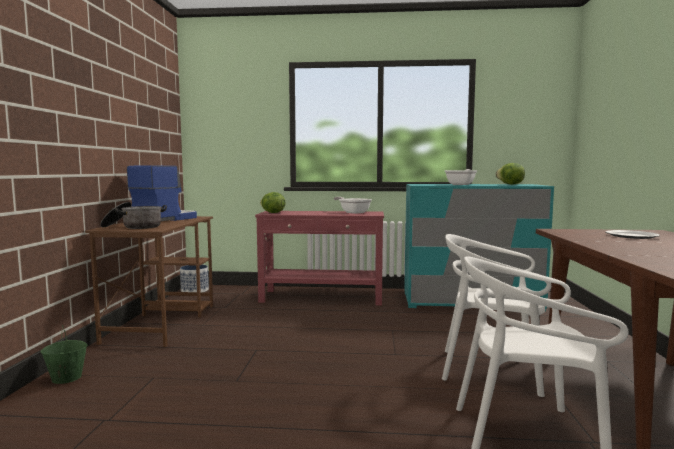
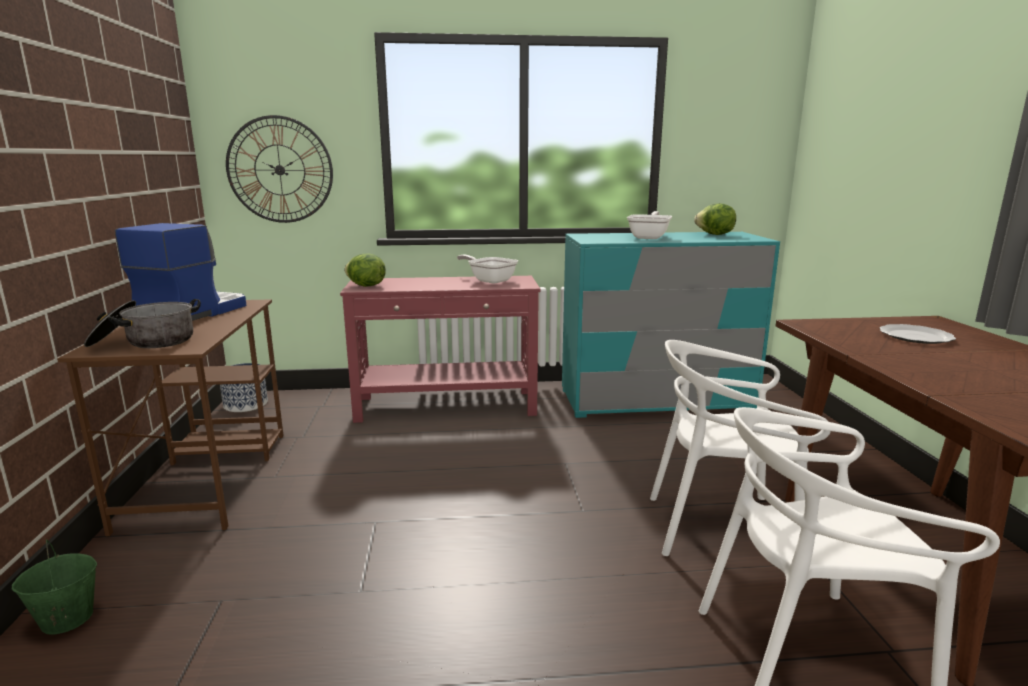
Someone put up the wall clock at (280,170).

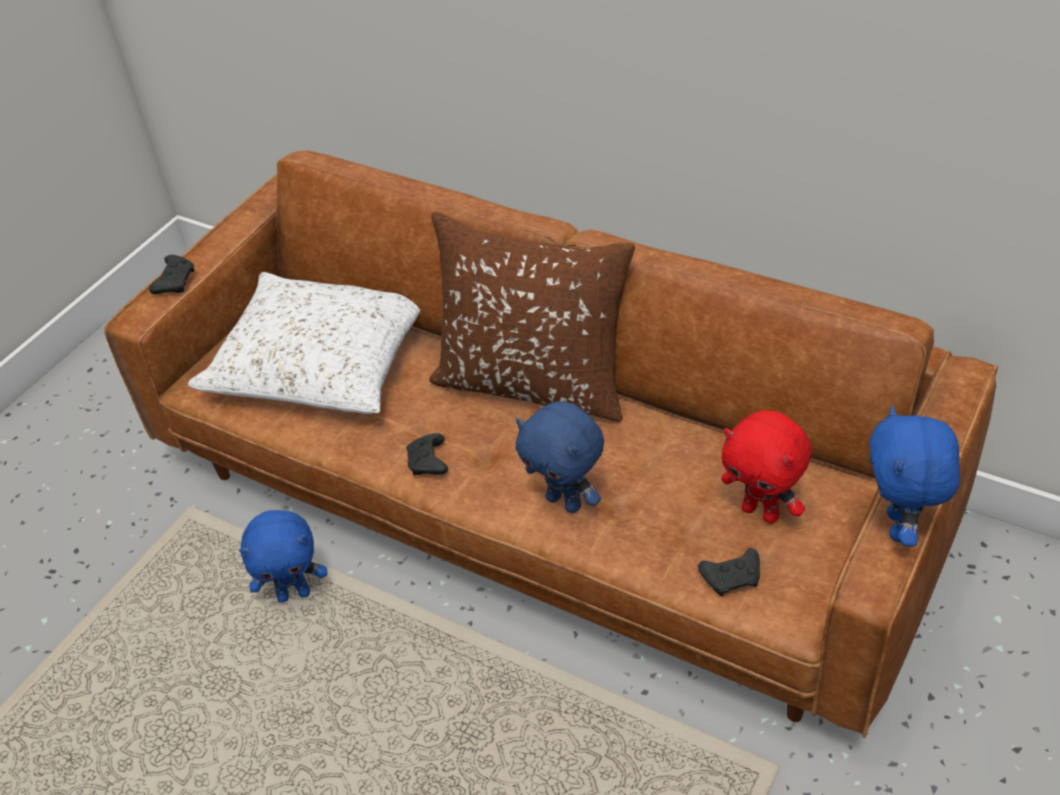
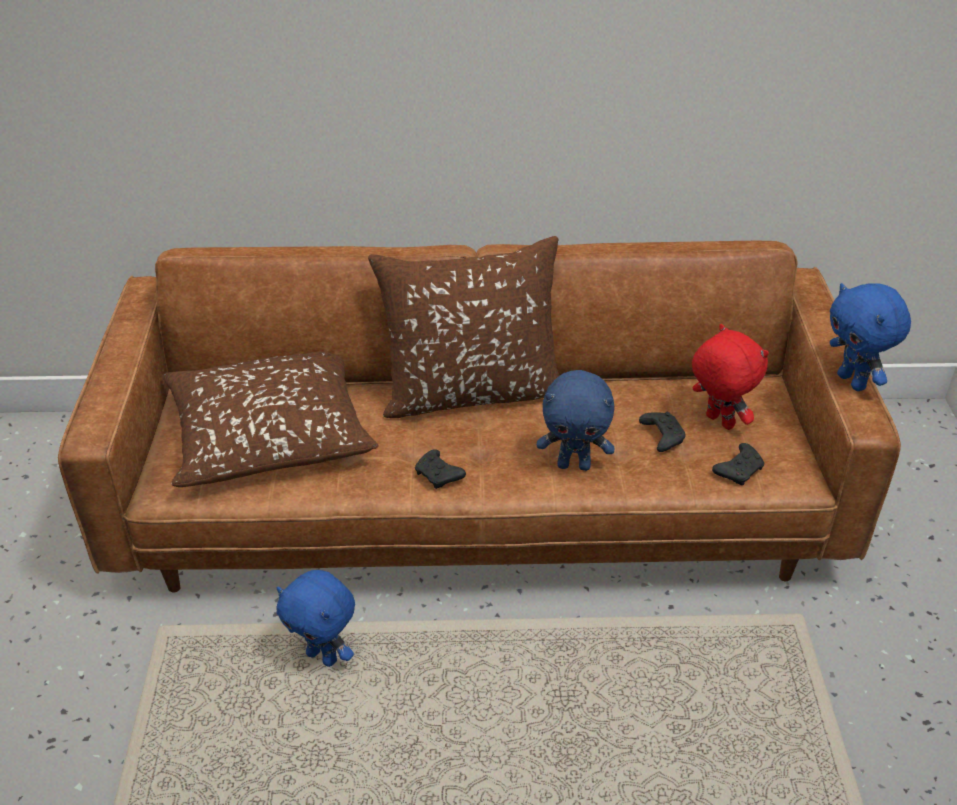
Someone repainted the white pillow at (322,363), which became the brown pillow at (270,434). Someone rotated the blue plush toy at (294,593) by 75 degrees clockwise. Someone carried the black game controller from (175,281) to (661,436). Someone rotated the red plush toy at (761,512) by 135 degrees counterclockwise.

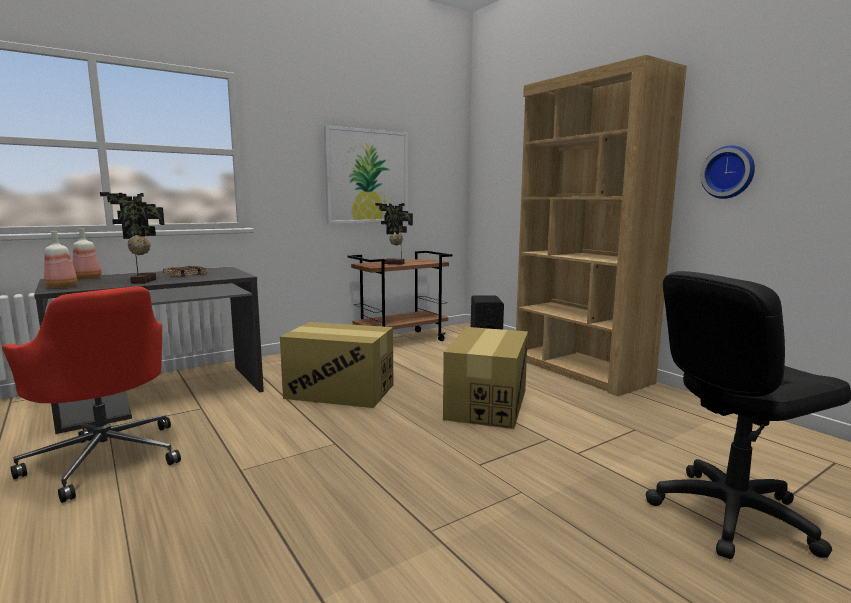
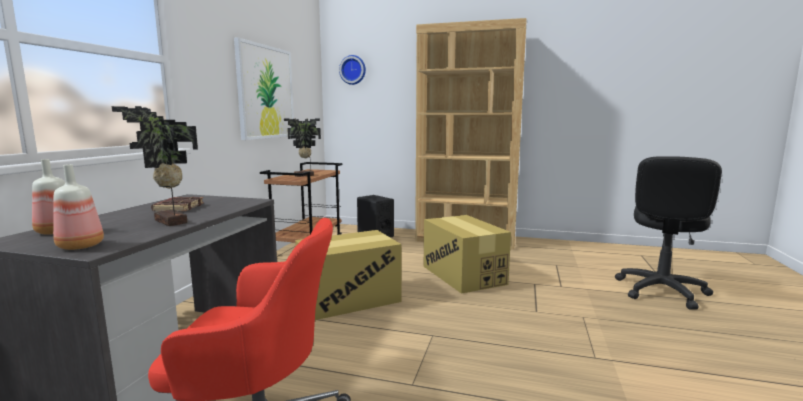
Someone carried the wall clock from (729,172) to (353,70).

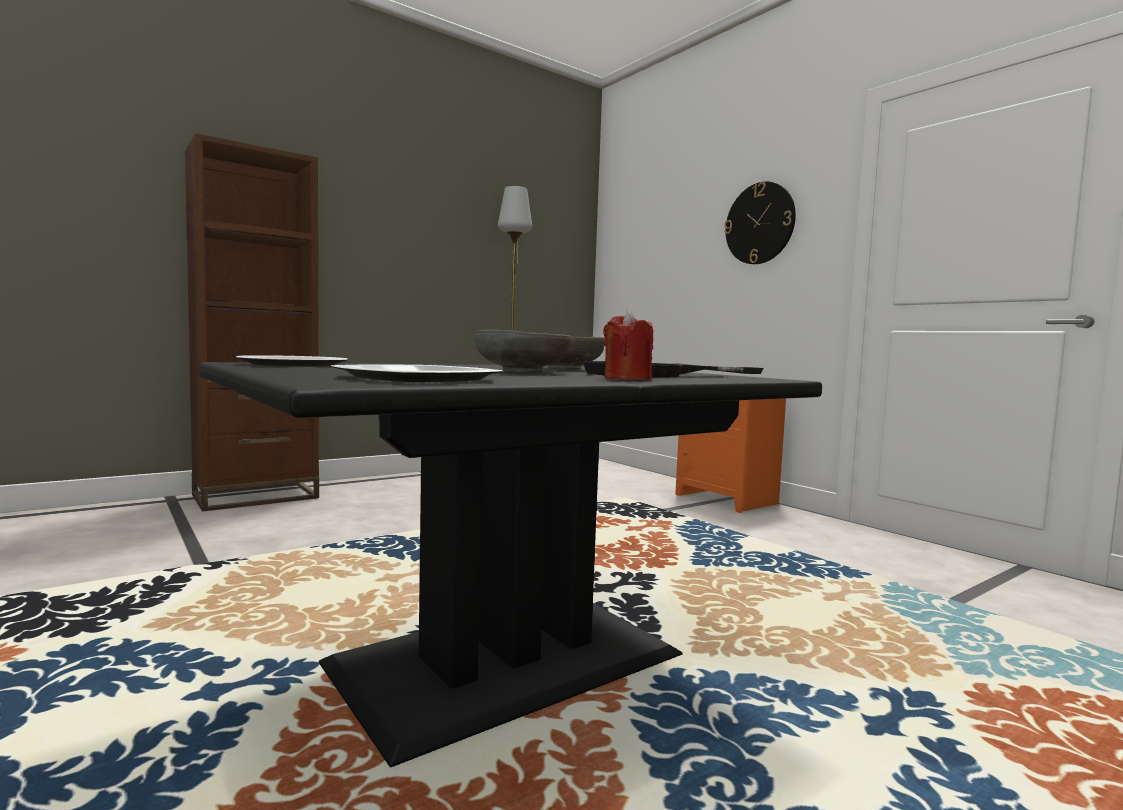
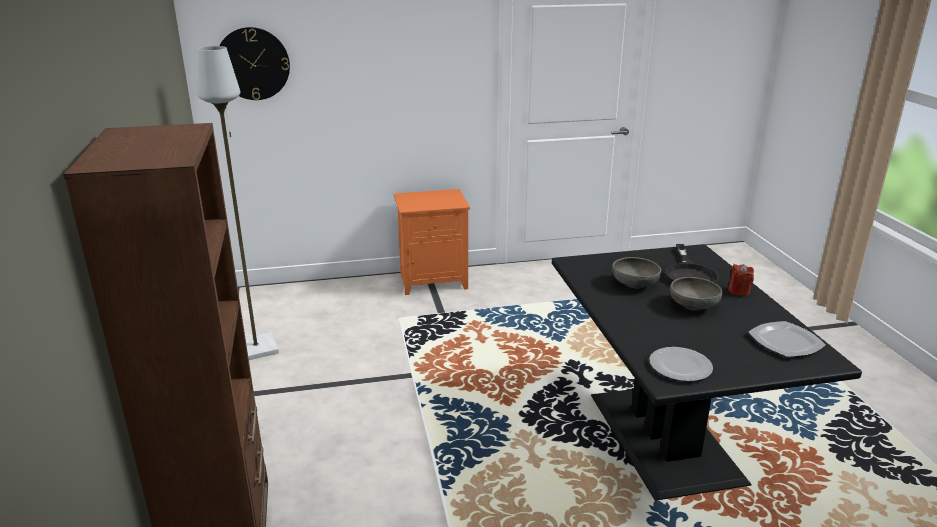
Someone carried the wall clock from (760,223) to (253,64).

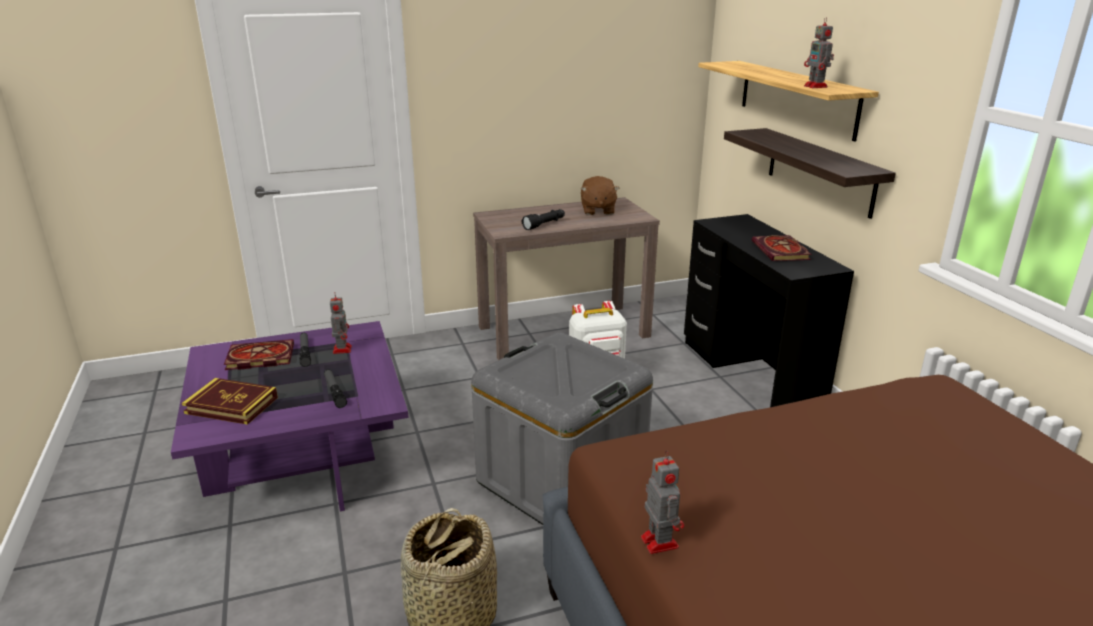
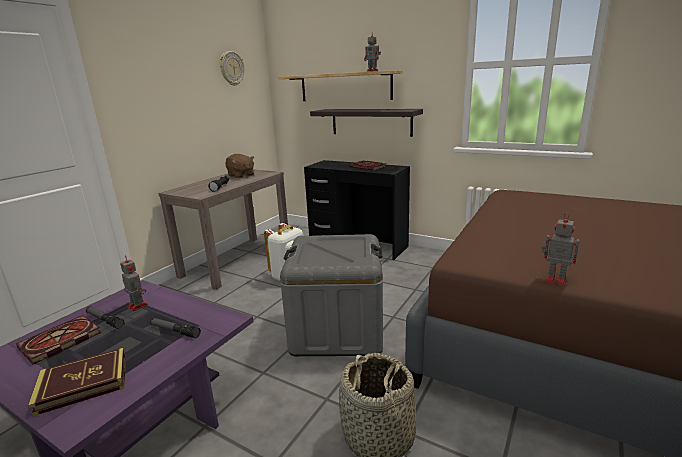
Someone put up the wall clock at (231,68).

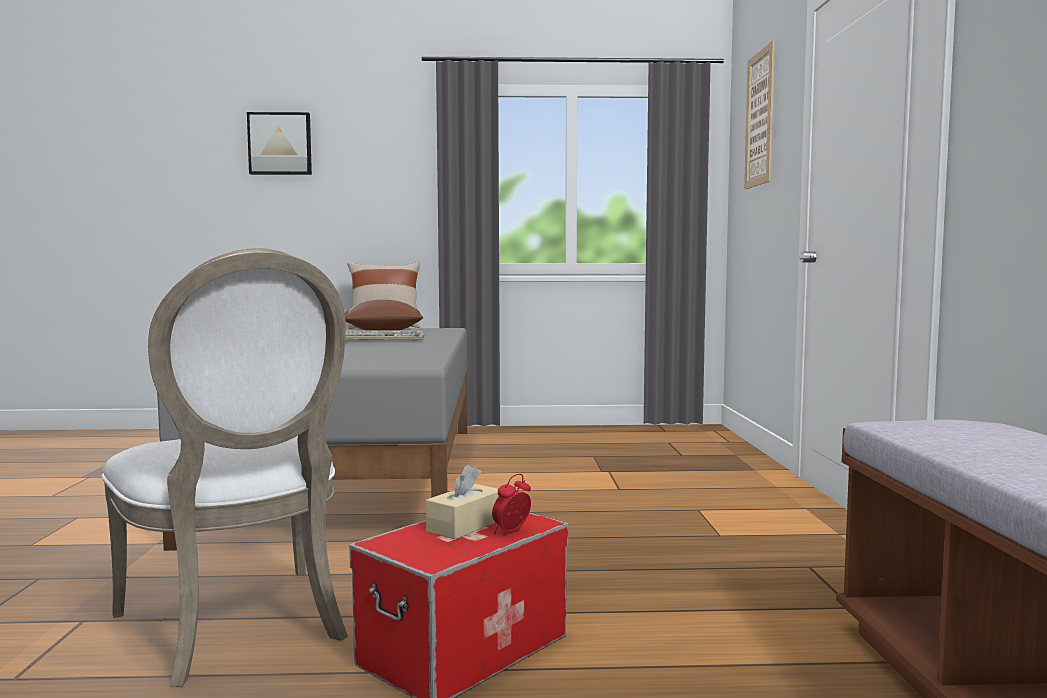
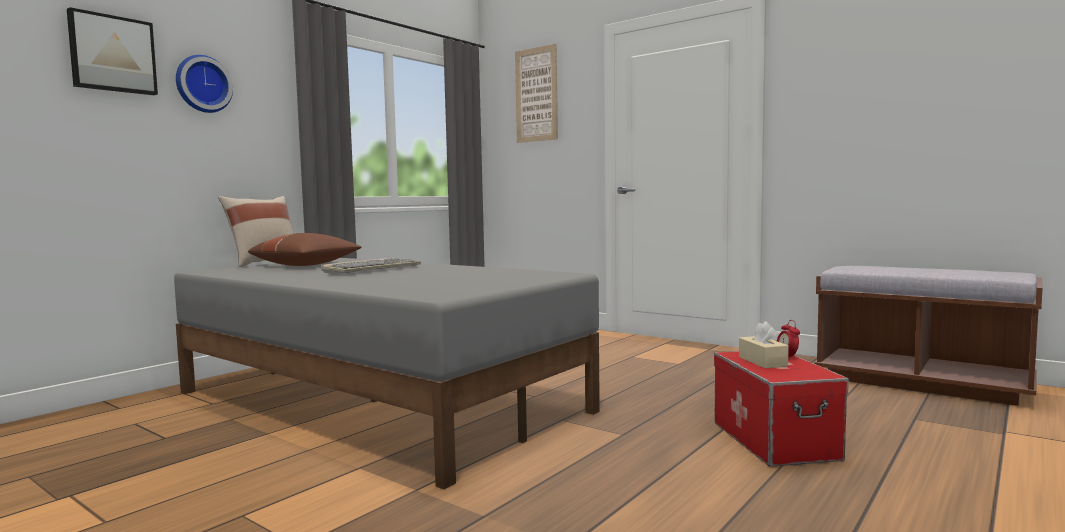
Someone put up the wall clock at (202,84). Someone took away the white chair at (240,627).

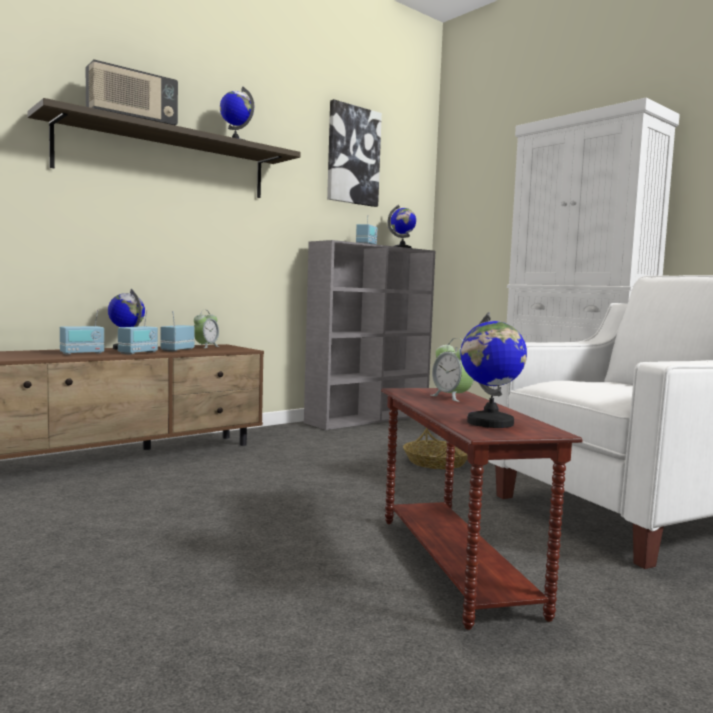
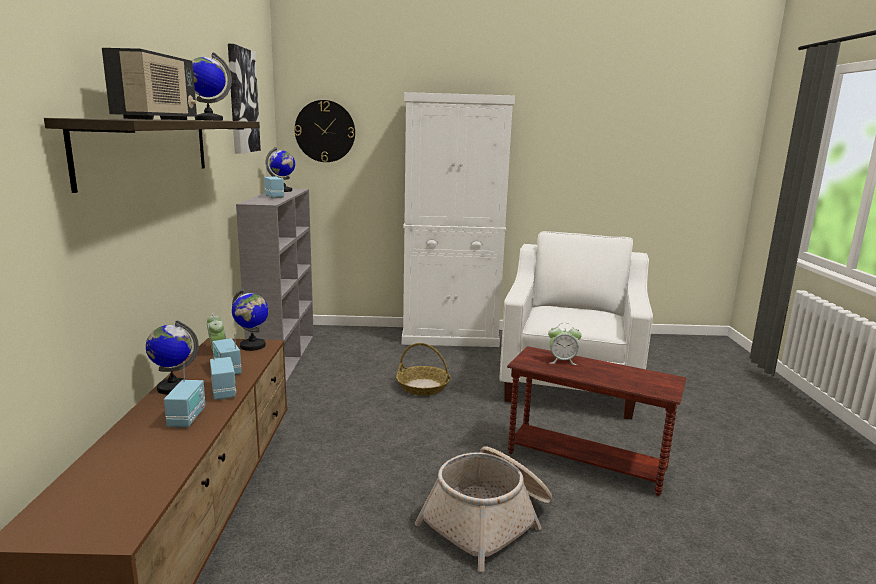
Someone carried the globe from (490,423) to (252,346). Someone put up the wall clock at (325,131). Someone put down the basket at (489,520).

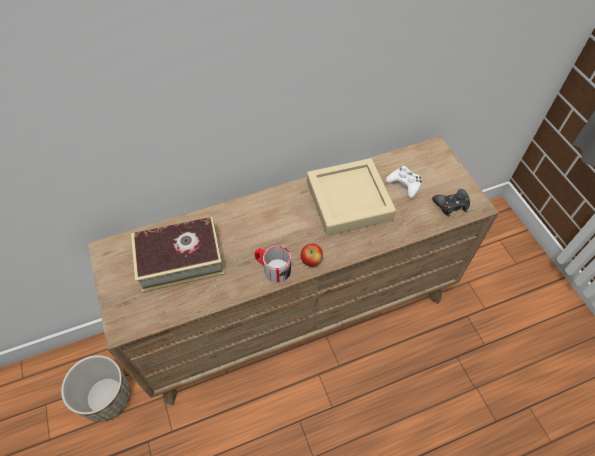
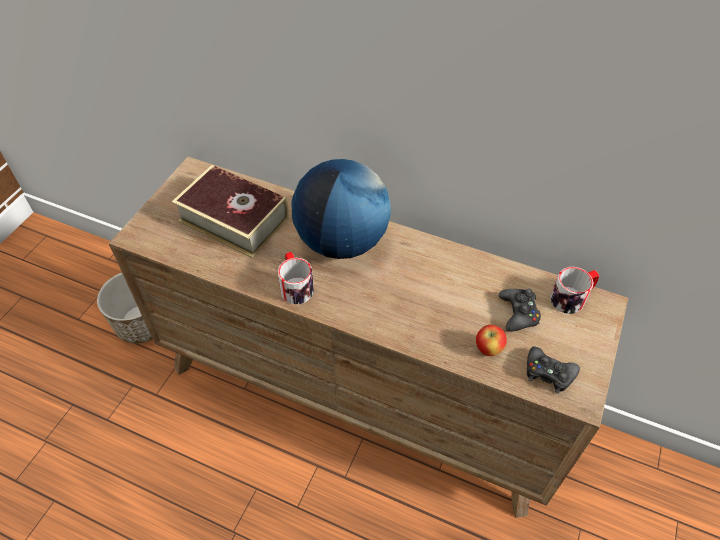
Someone put down the globe at (342,242). Someone carried the apple from (311,261) to (488,349). Someone repainted the white game controller at (404,184), which became the black game controller at (518,313). Someone put down the mug at (572,297). Someone took away the beige tray at (349,201).

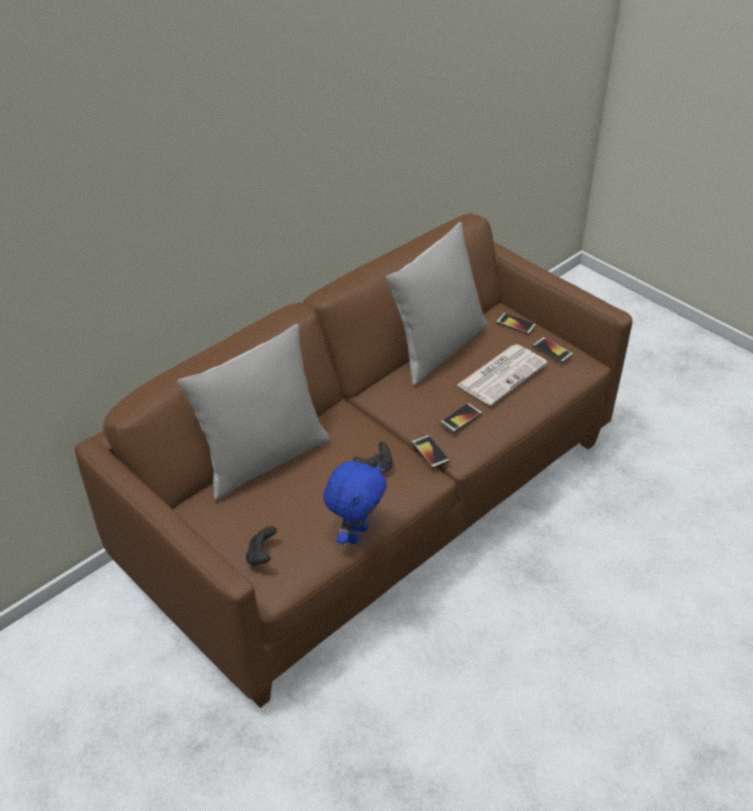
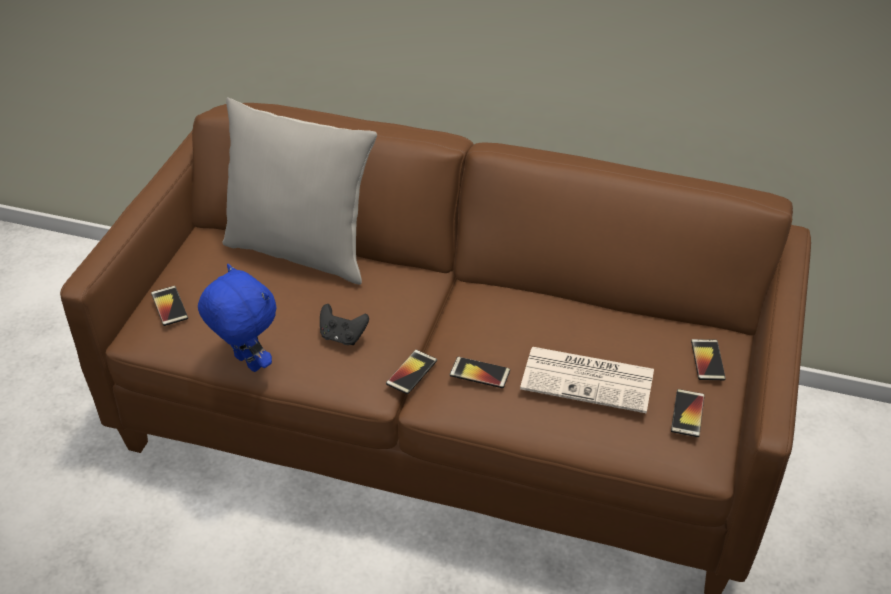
Someone swapped the black game controller at (261,556) for the phone at (169,306). Someone rotated the blue plush toy at (356,534) by 135 degrees counterclockwise. Someone took away the grey pillow at (437,349).

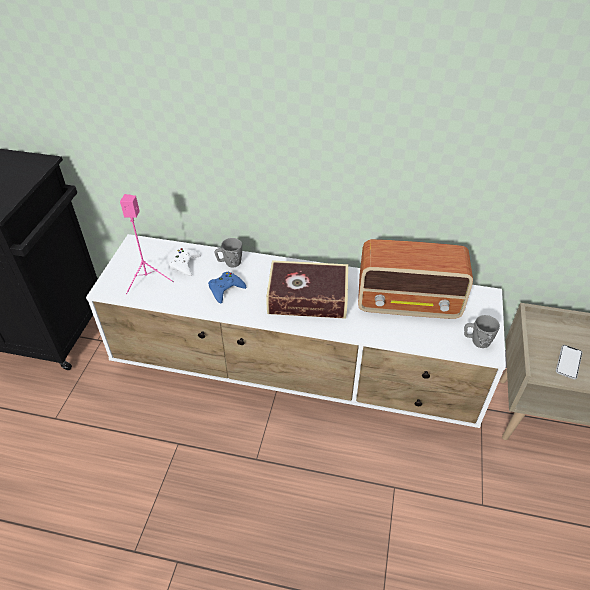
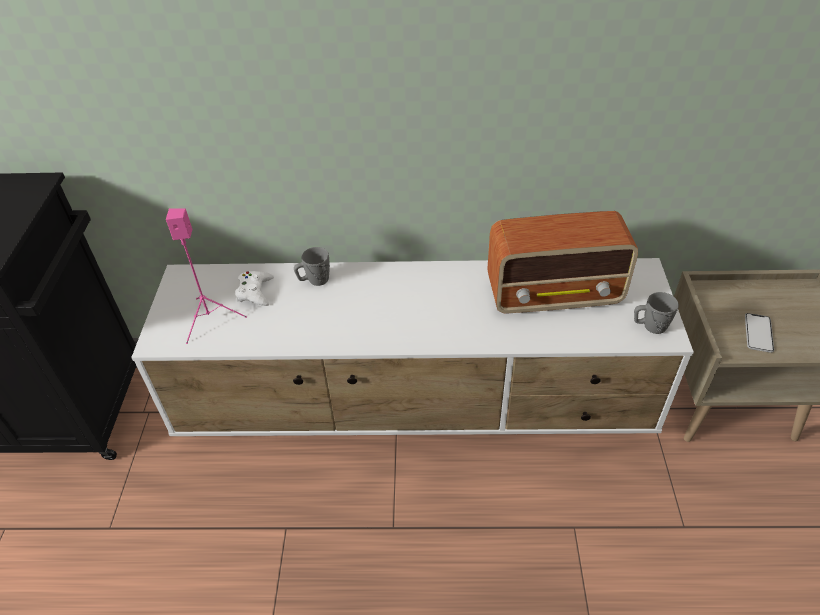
Someone took away the blue game controller at (225,289). Someone took away the book at (308,297).

